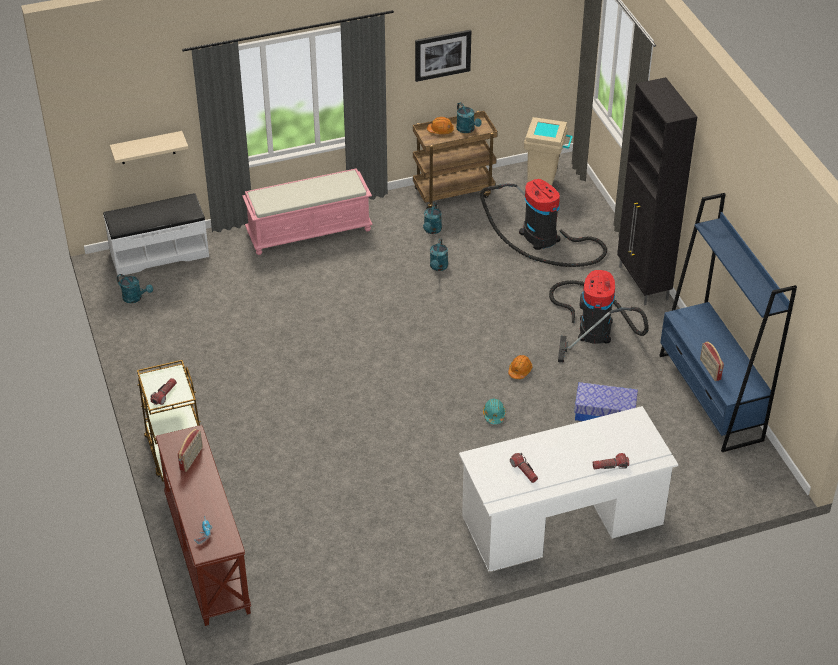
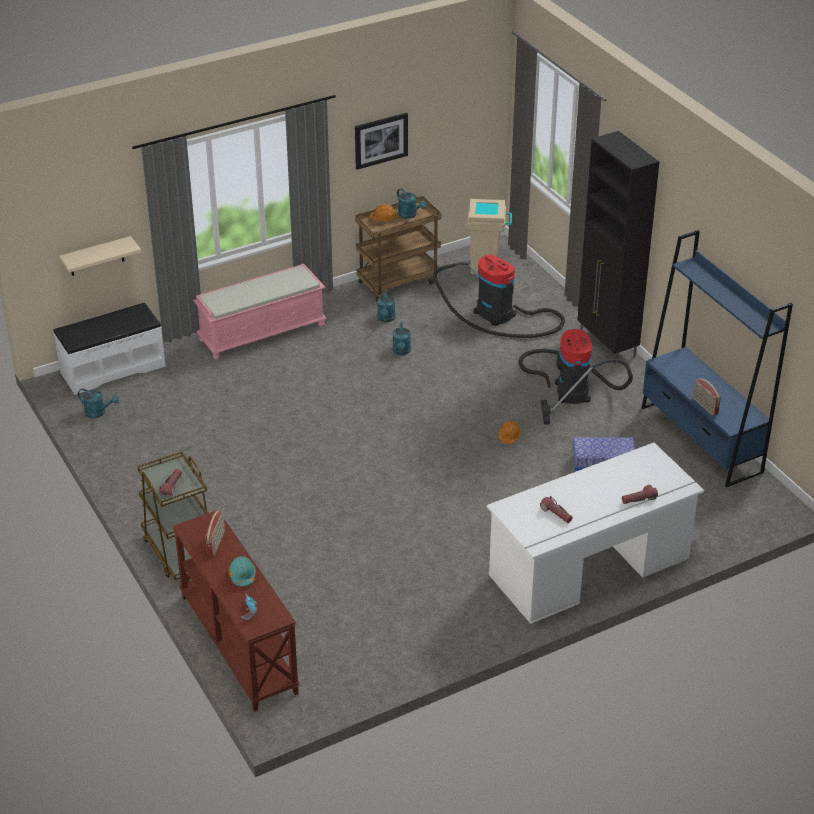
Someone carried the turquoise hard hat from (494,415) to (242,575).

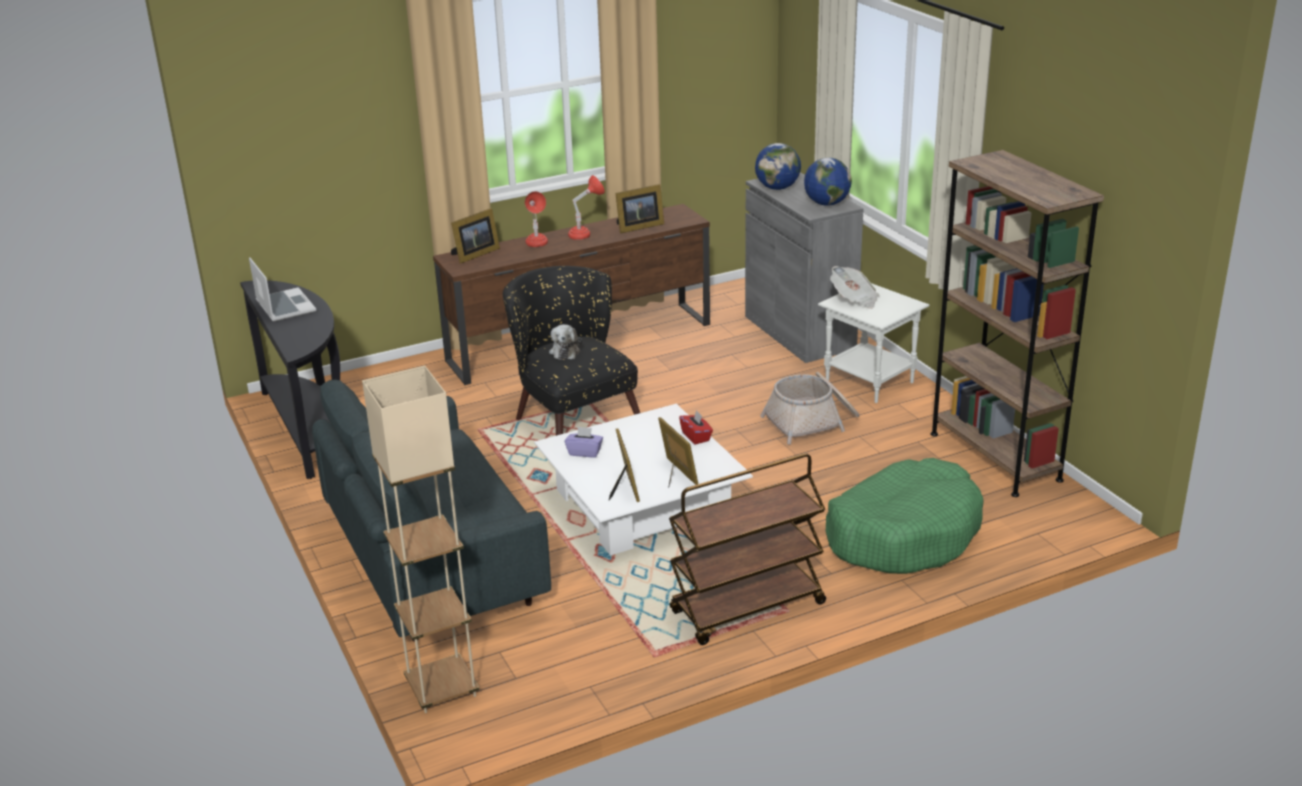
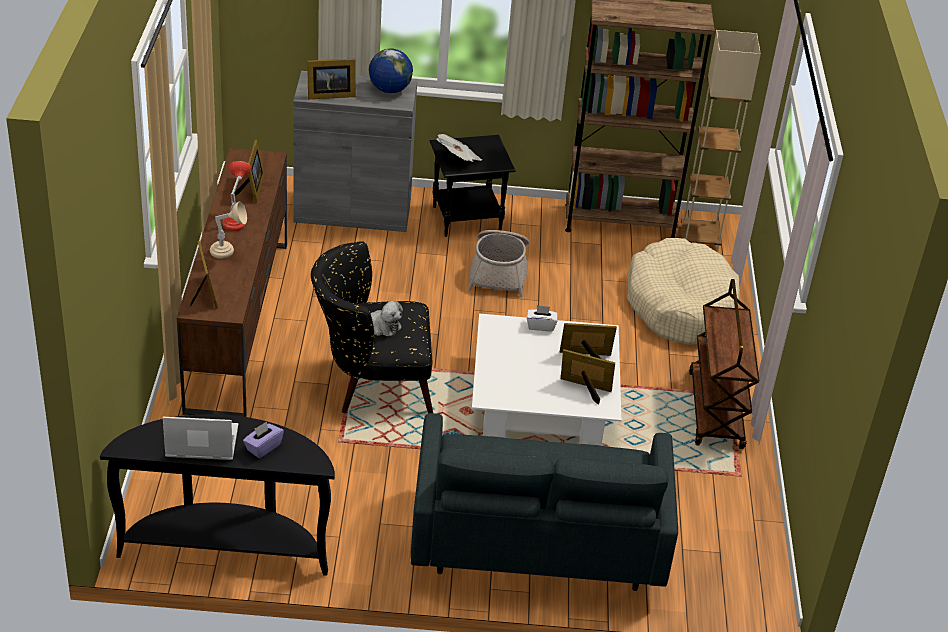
Someone repainted the red table lamp at (537,245), which became the beige table lamp at (228,254). Someone carried the purple tissue box from (584,452) to (263,447). Someone swapped the globe at (777,188) for the picture frame at (329,94). Someone repainted the white side table at (870,382), which became the black side table at (467,219). Someone repainted the red tissue box at (696,437), which became the white tissue box at (541,326). Someone repainted the green dog bed at (903,534), which became the beige dog bed at (680,305). Someone carried the beige floor lamp from (442,689) to (700,237).

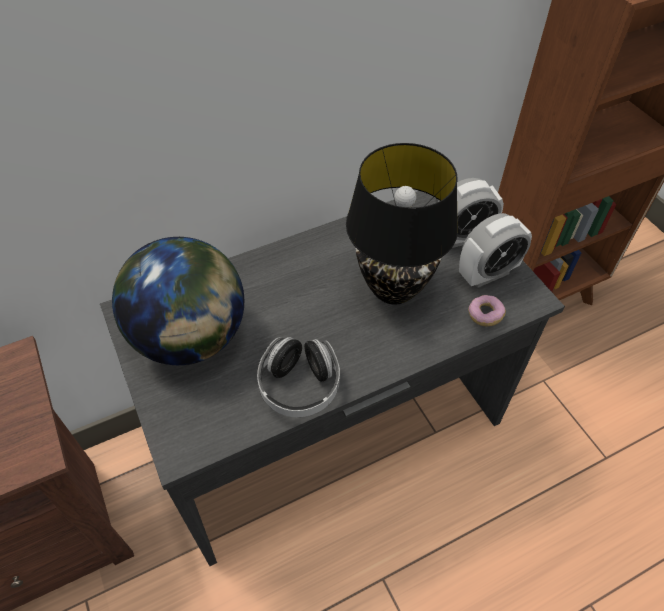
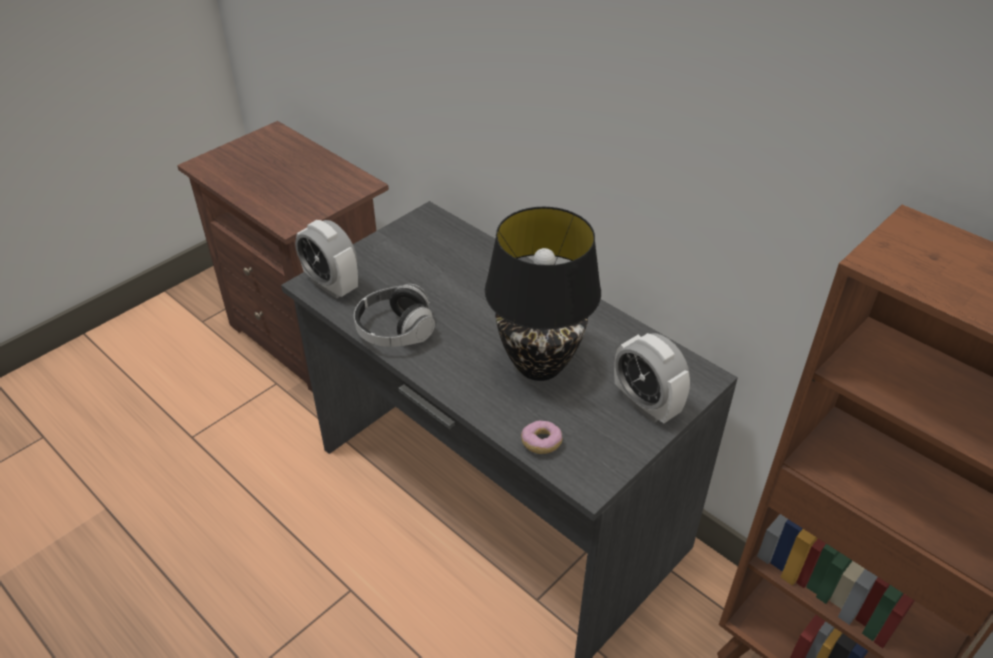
Someone carried the alarm clock from (487,274) to (331,285). Someone took away the globe at (192,337).

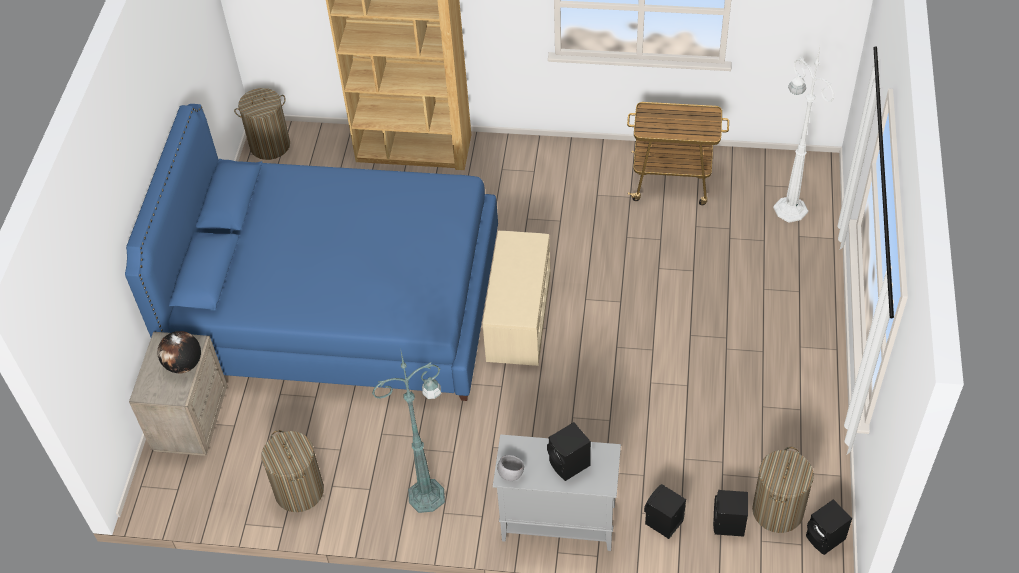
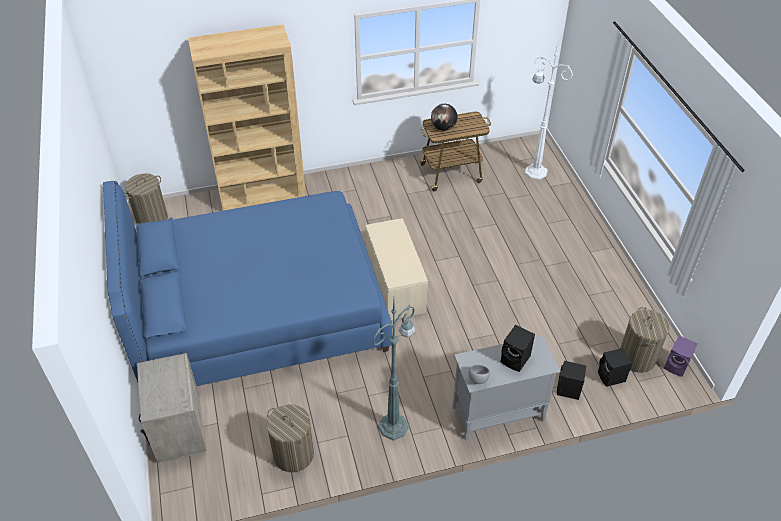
Someone carried the globe from (184,364) to (443,128). Someone repainted the black speaker at (826,539), which became the purple speaker at (677,366).

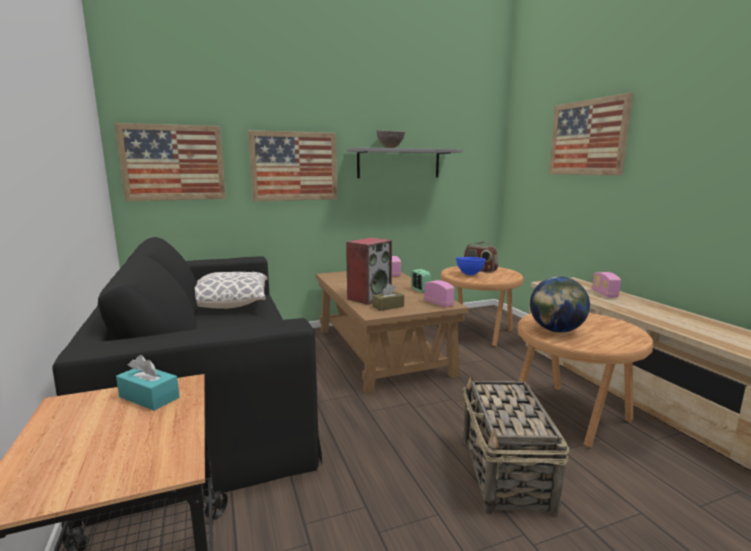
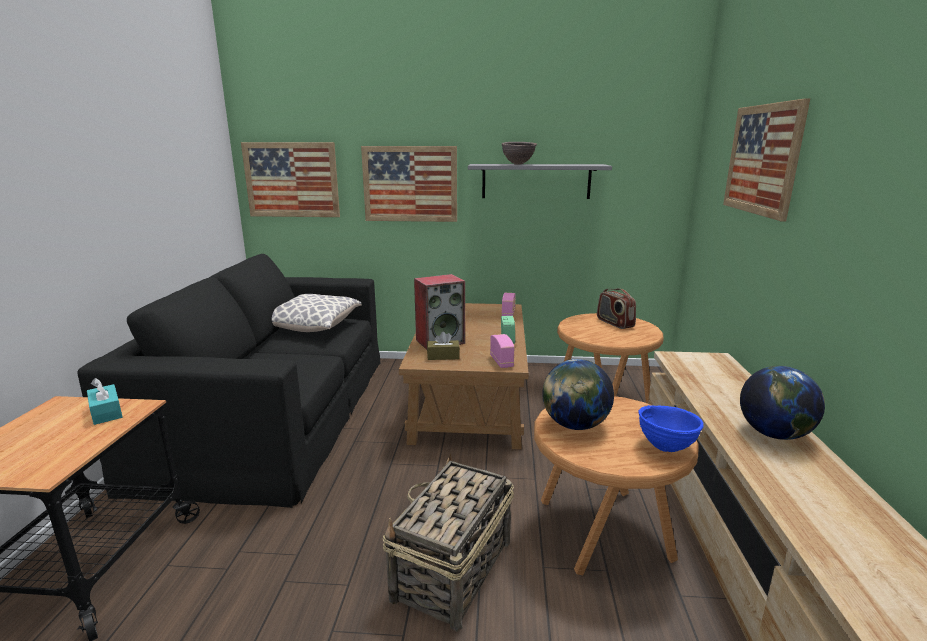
Someone carried the blue bowl from (469,274) to (666,448). Someone put down the globe at (774,434). Someone took away the radio at (604,294).

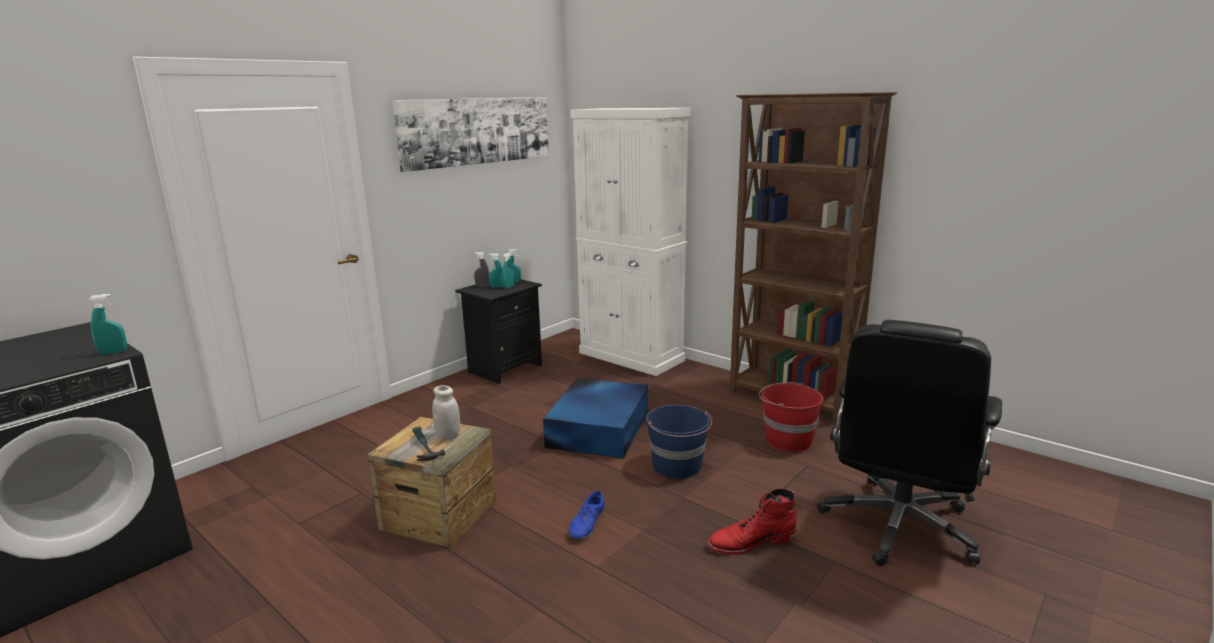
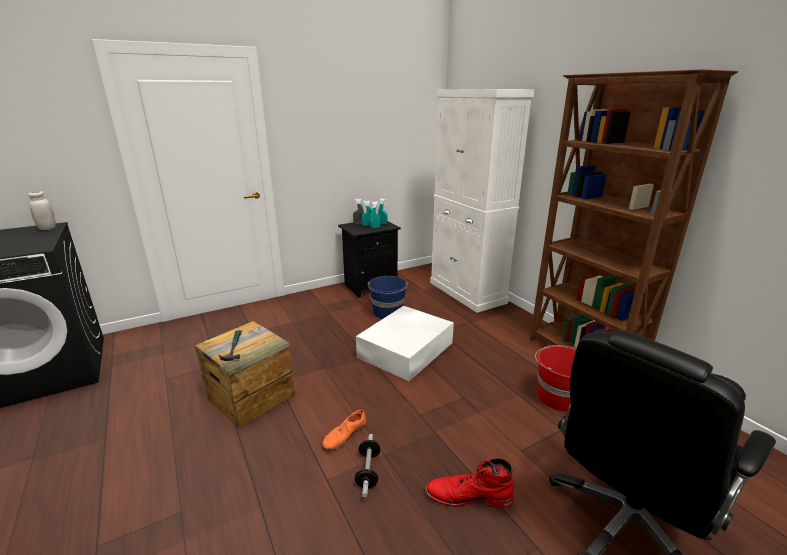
Someone carried the white jar from (448,436) to (47,228). Someone repainted the blue shoe at (587,524), which became the orange shoe at (344,435). Someone put down the dumbbell at (368,471). Someone repainted the blue storage box at (600,428), which became the white storage box at (407,349). Someone carried the blue bucket from (677,466) to (388,312). Someone took away the turquoise spray bottle at (113,352). Someone took away the picture at (477,131).

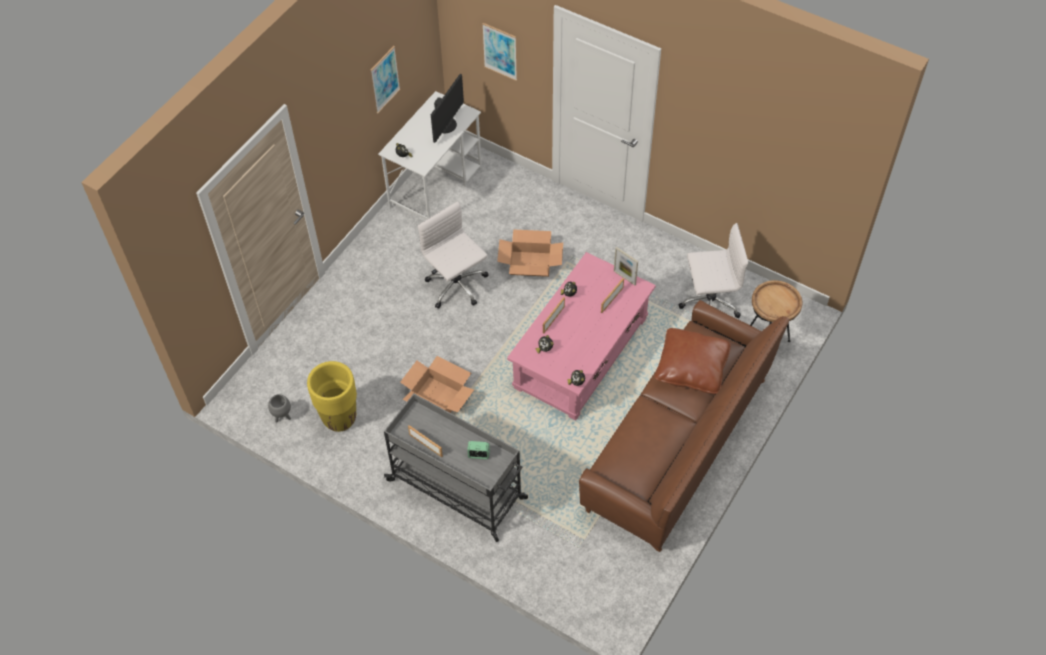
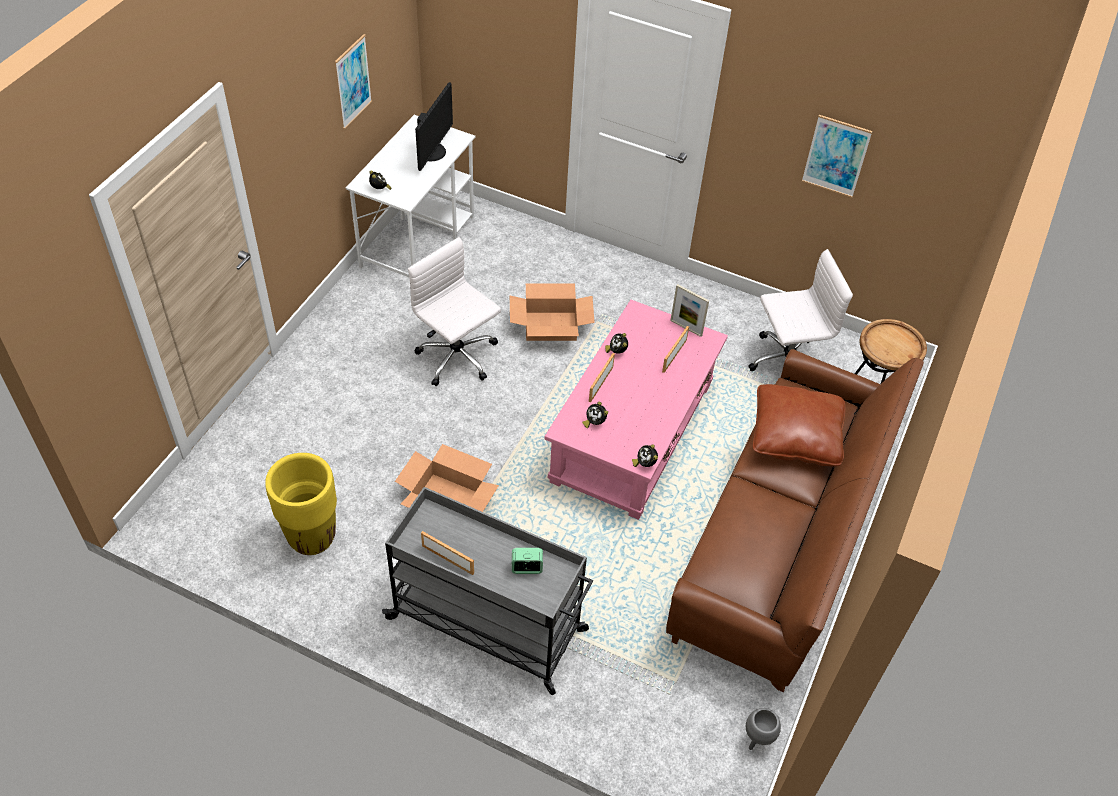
Someone carried the grey planter from (283,417) to (757,740). Someone carried the picture from (500,51) to (836,156).

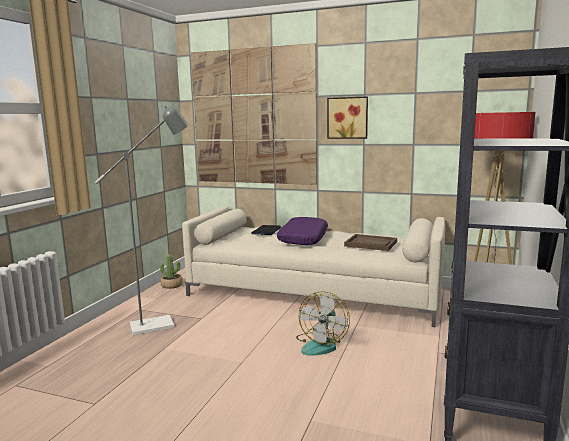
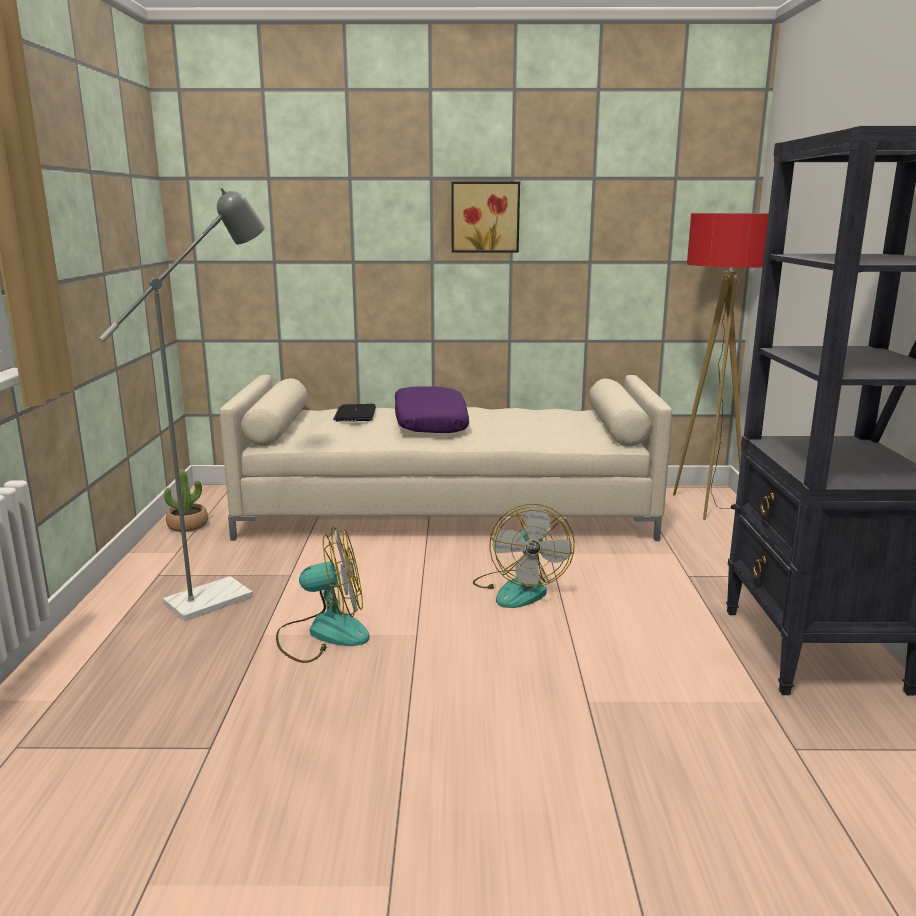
Someone put down the fan at (323,633). Someone took away the picture at (253,117). Someone took away the brown tray at (371,244).

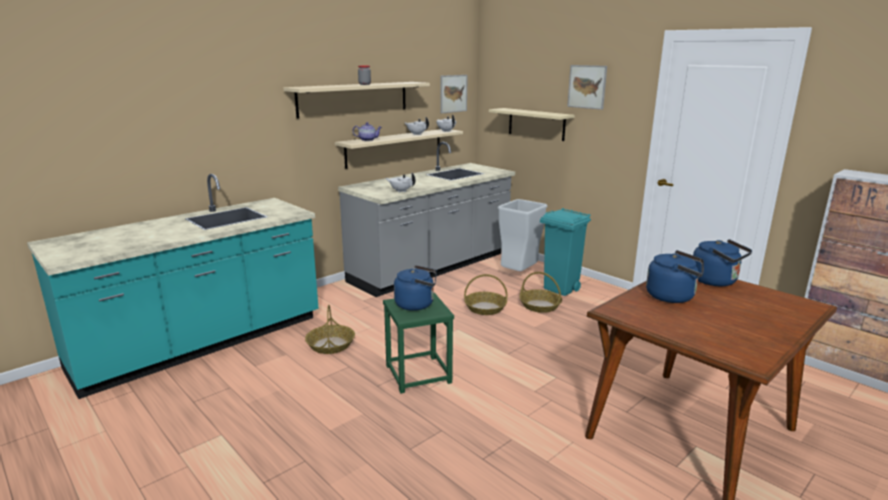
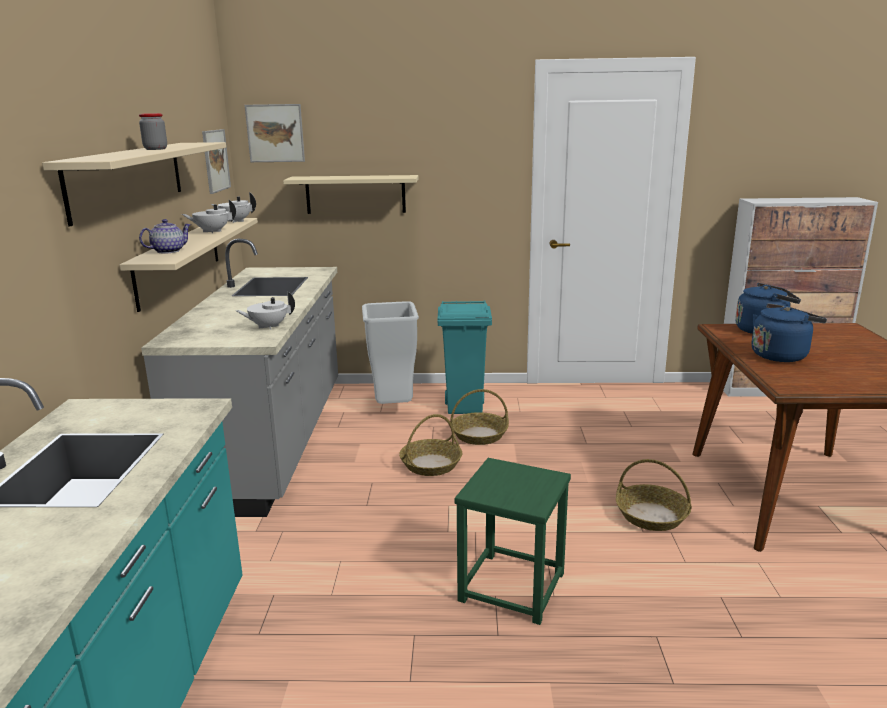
Someone carried the picture from (587,86) to (275,133). Someone carried the basket from (331,345) to (652,516). Someone took away the blue kettle at (417,304).

